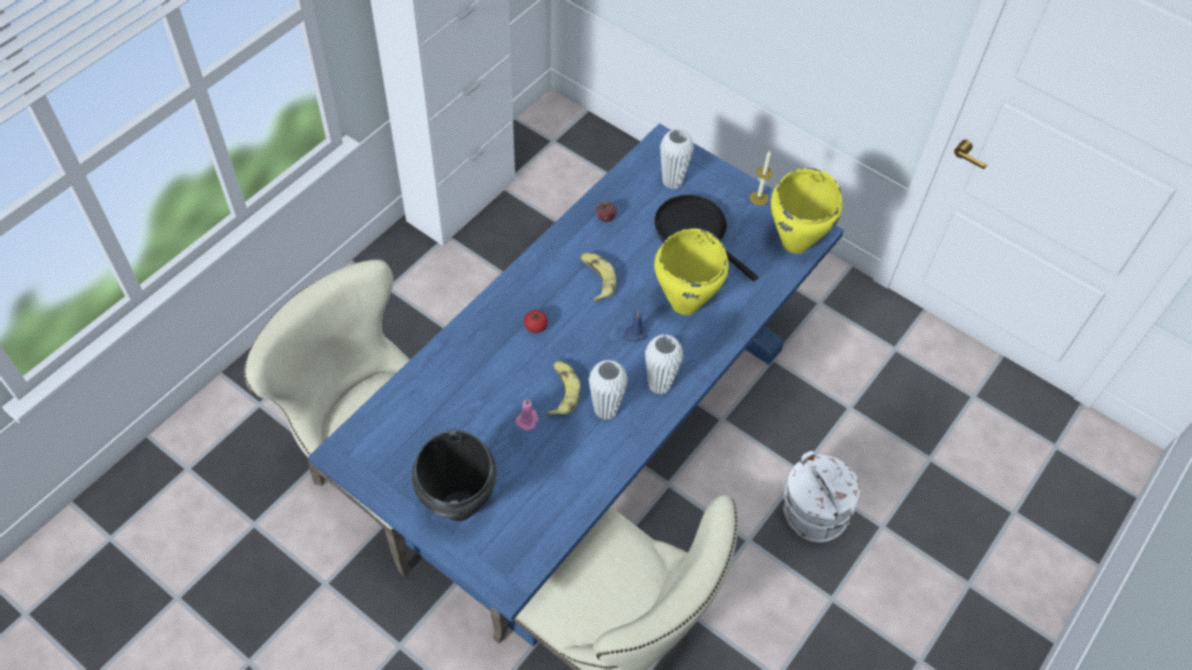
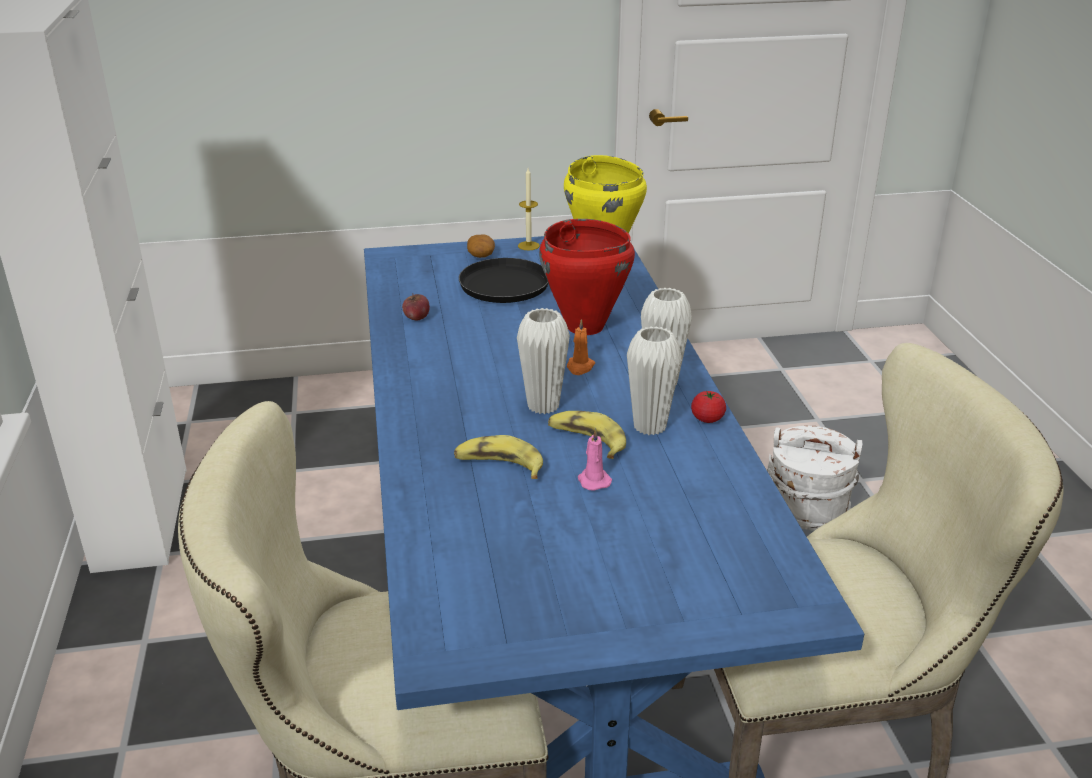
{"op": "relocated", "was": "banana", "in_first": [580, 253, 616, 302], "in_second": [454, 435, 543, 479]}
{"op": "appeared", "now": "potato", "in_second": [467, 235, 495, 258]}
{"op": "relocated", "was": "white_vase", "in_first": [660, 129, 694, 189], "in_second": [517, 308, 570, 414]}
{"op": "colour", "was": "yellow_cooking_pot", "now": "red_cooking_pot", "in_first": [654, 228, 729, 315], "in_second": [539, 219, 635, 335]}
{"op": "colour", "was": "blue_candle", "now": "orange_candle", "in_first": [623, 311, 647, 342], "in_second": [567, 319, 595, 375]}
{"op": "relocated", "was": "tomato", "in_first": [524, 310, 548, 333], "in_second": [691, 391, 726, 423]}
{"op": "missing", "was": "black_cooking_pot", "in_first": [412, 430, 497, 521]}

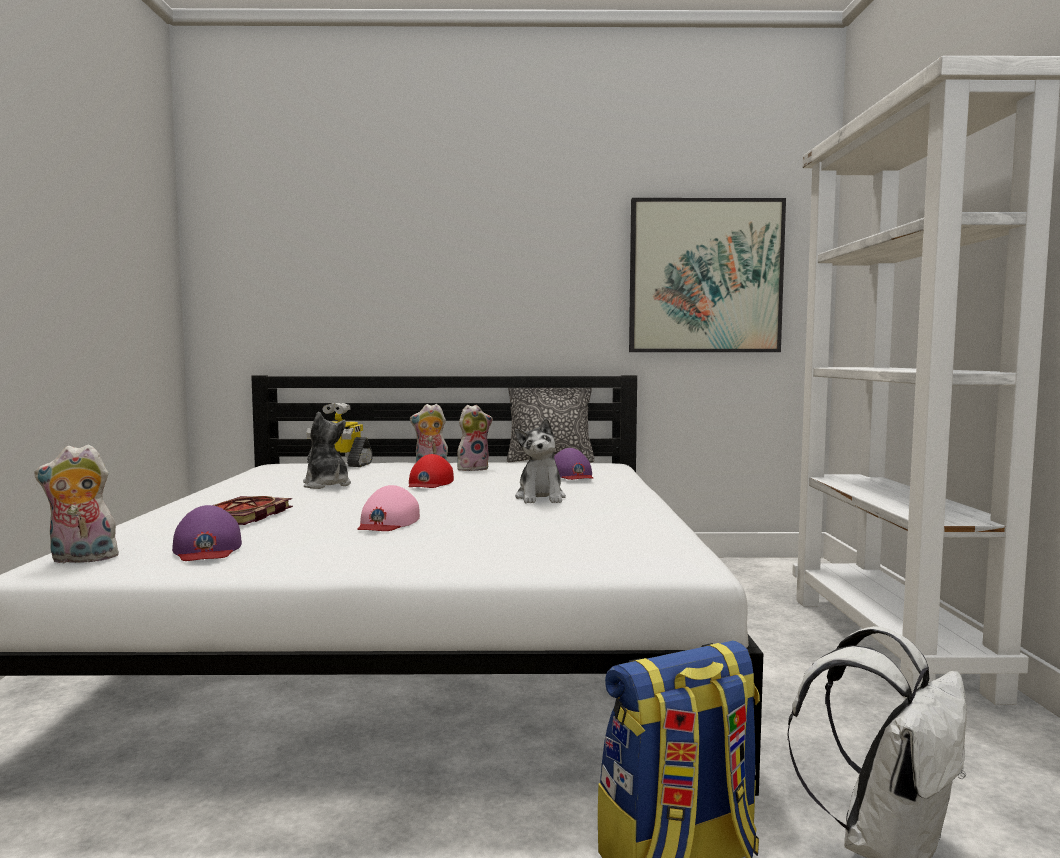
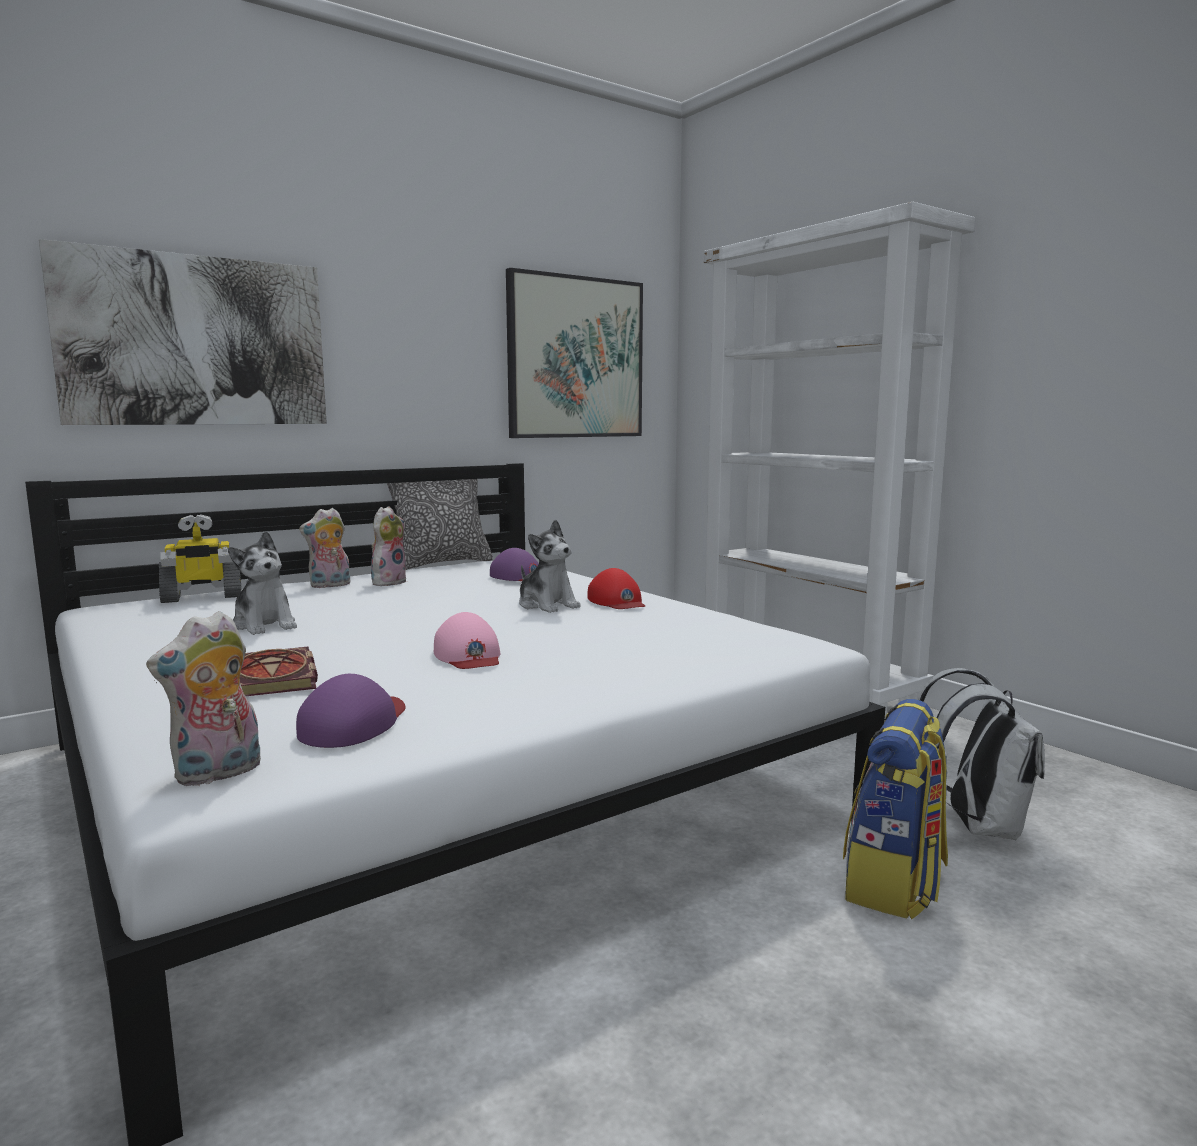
{"op": "appeared", "now": "picture", "in_second": [39, 239, 327, 425]}
{"op": "spun", "was": "plush_toy", "in_first": [303, 412, 351, 489], "in_second": [228, 531, 297, 635], "clockwise": -150}
{"op": "spun", "was": "purple_cap", "in_first": [172, 505, 242, 561], "in_second": [296, 674, 406, 748], "clockwise": -105}
{"op": "relocated", "was": "red_cap", "in_first": [408, 454, 454, 488], "in_second": [588, 568, 645, 609]}

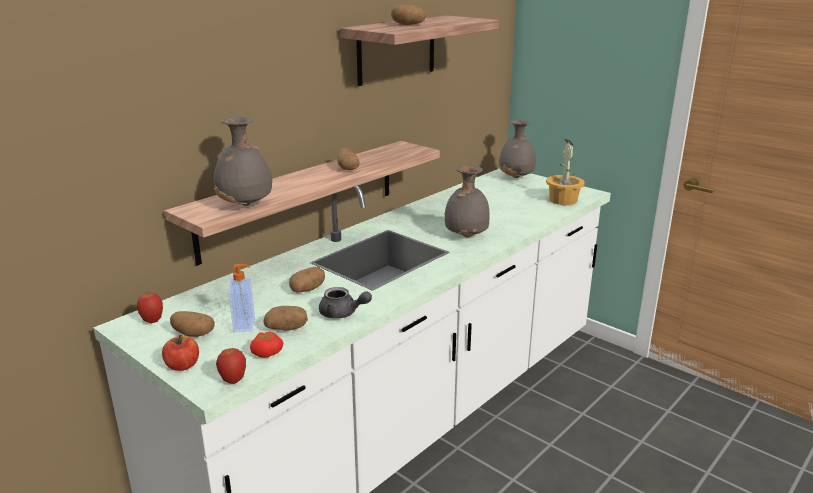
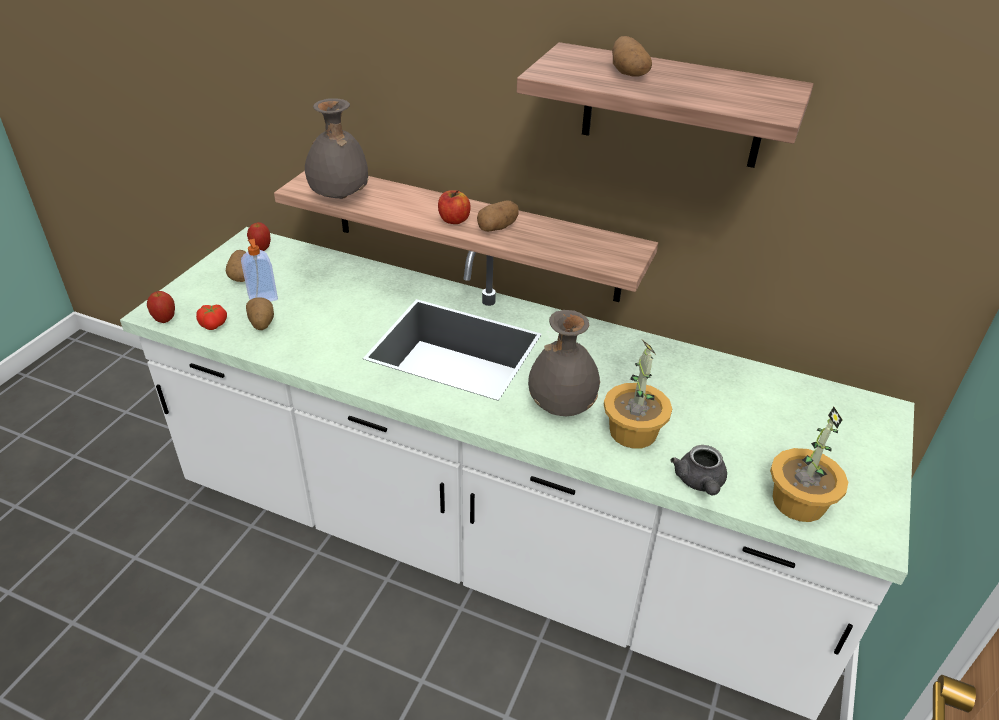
{"op": "relocated", "was": "apple", "in_first": [162, 335, 199, 371], "in_second": [438, 190, 470, 224]}
{"op": "appeared", "now": "potted_plant", "in_second": [604, 340, 672, 449]}
{"op": "relocated", "was": "grey_teapot", "in_first": [319, 287, 372, 319], "in_second": [670, 445, 727, 495]}
{"op": "missing", "was": "potato", "in_first": [289, 267, 325, 293]}
{"op": "missing", "was": "grey_vase", "in_first": [499, 119, 536, 178]}

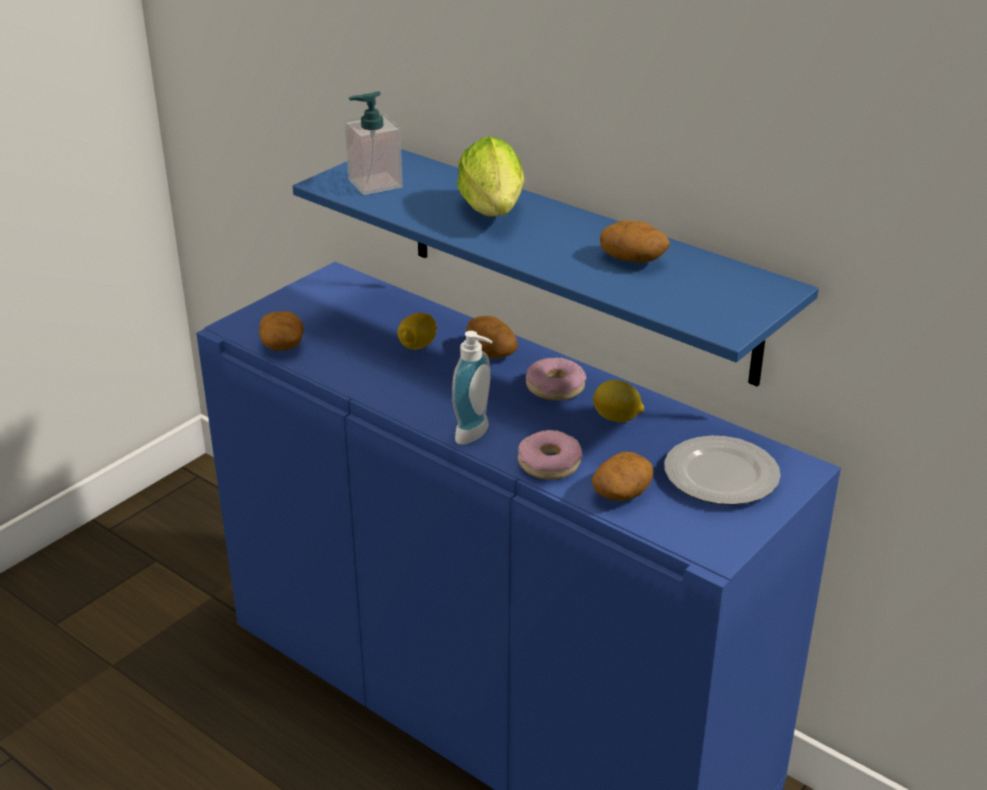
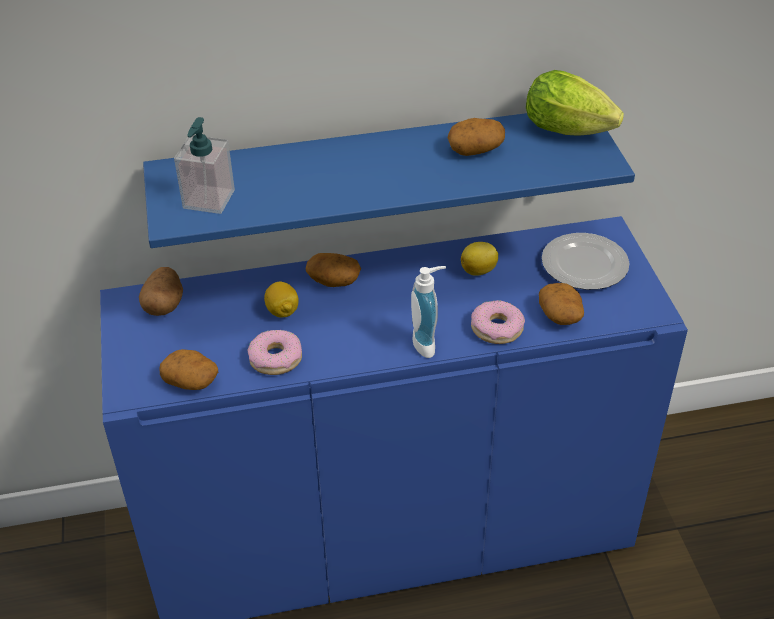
{"op": "appeared", "now": "potato", "in_second": [139, 267, 183, 316]}
{"op": "relocated", "was": "donut", "in_first": [526, 357, 586, 400], "in_second": [248, 330, 302, 375]}
{"op": "relocated", "was": "lettuce", "in_first": [457, 136, 524, 216], "in_second": [526, 70, 624, 136]}

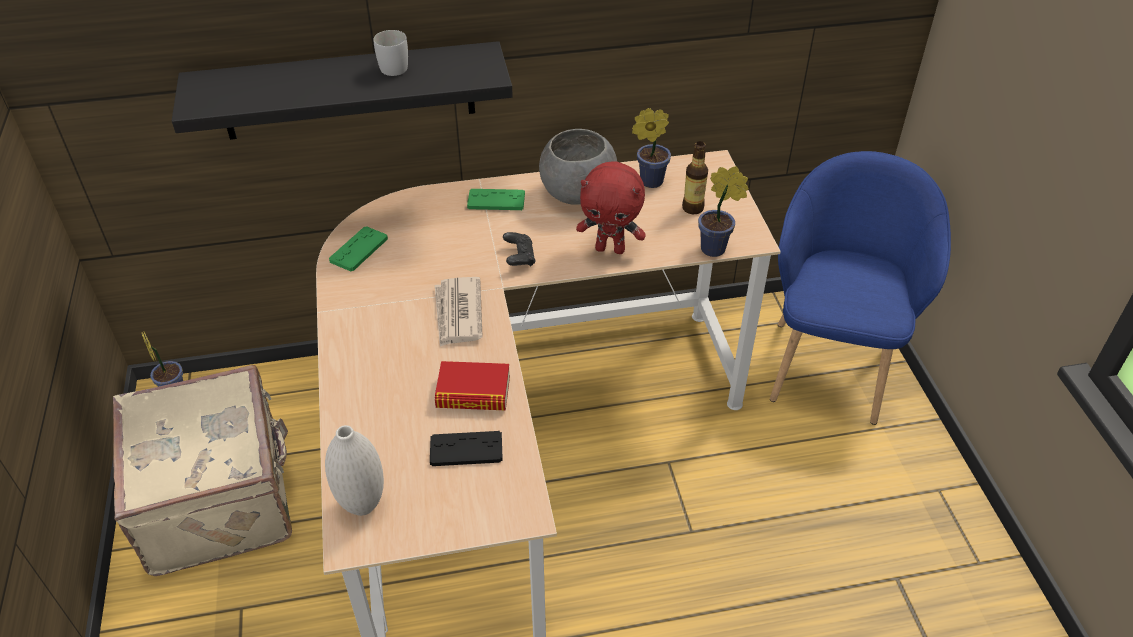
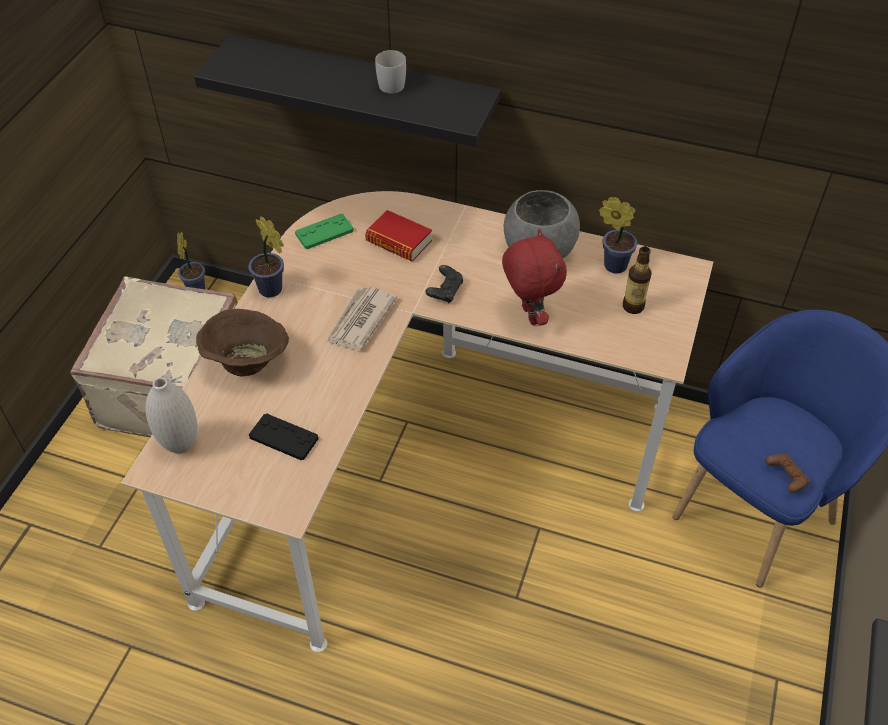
{"op": "appeared", "now": "brown_bowl", "in_second": [196, 309, 289, 376]}
{"op": "relocated", "was": "potted_plant", "in_first": [698, 166, 749, 257], "in_second": [248, 216, 284, 297]}
{"op": "relocated", "was": "book", "in_first": [435, 361, 510, 410], "in_second": [365, 210, 432, 261]}
{"op": "spun", "was": "red_plush_toy", "in_first": [576, 161, 646, 254], "in_second": [502, 229, 567, 326], "clockwise": -150}
{"op": "appeared", "now": "brown_game_controller", "in_second": [765, 454, 809, 493]}
{"op": "missing", "was": "green_game_controller", "in_first": [467, 189, 525, 210]}

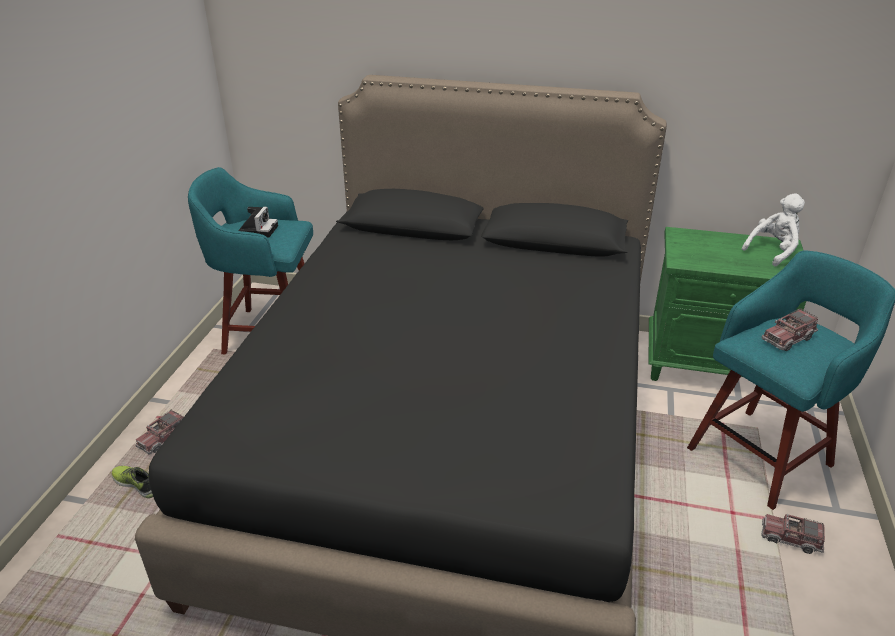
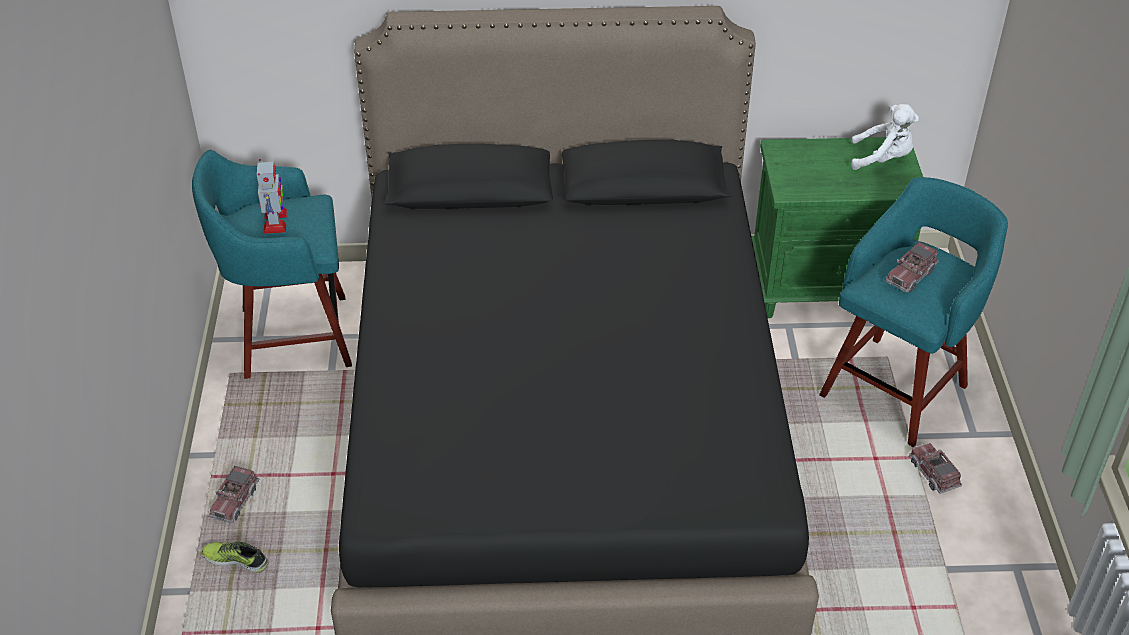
{"op": "exchanged", "was": "photo_camera", "now": "toy_robot", "in_first": [238, 207, 278, 238], "in_second": [257, 159, 287, 234]}
{"op": "spun", "was": "white_plush_toy", "in_first": [742, 193, 805, 266], "in_second": [851, 104, 919, 170], "clockwise": 60}
{"op": "spun", "was": "toy_truck", "in_first": [761, 514, 825, 554], "in_second": [909, 443, 962, 494], "clockwise": 60}

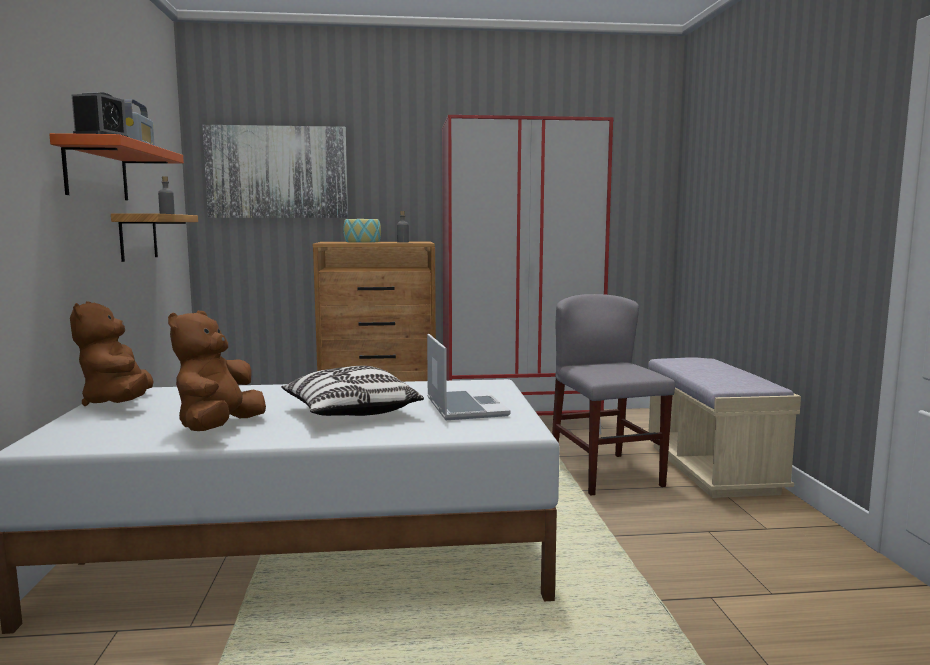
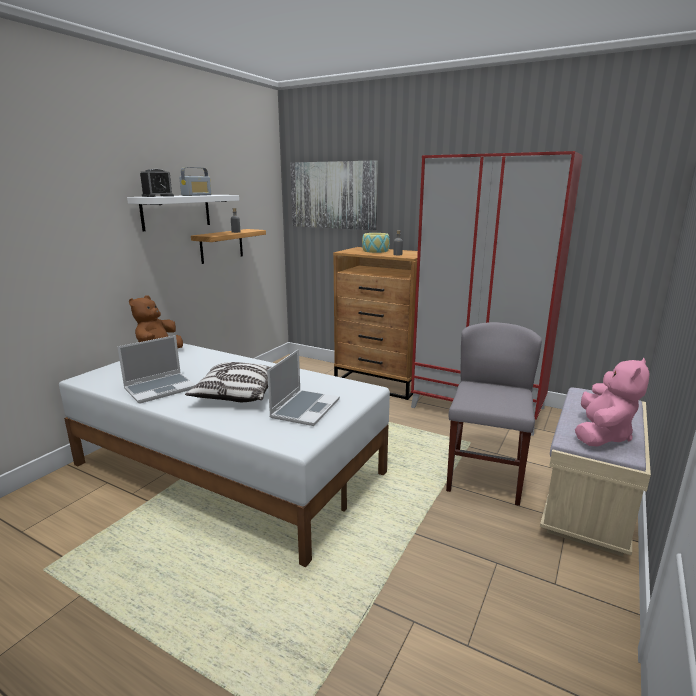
{"op": "exchanged", "was": "brown_plush_toy", "now": "laptop", "in_first": [168, 311, 266, 431], "in_second": [117, 335, 196, 404]}
{"op": "colour", "was": "orange_shelf", "now": "white_shelf", "in_first": [49, 133, 184, 200], "in_second": [127, 195, 239, 231]}
{"op": "appeared", "now": "pink_plush_toy", "in_second": [575, 358, 650, 447]}

